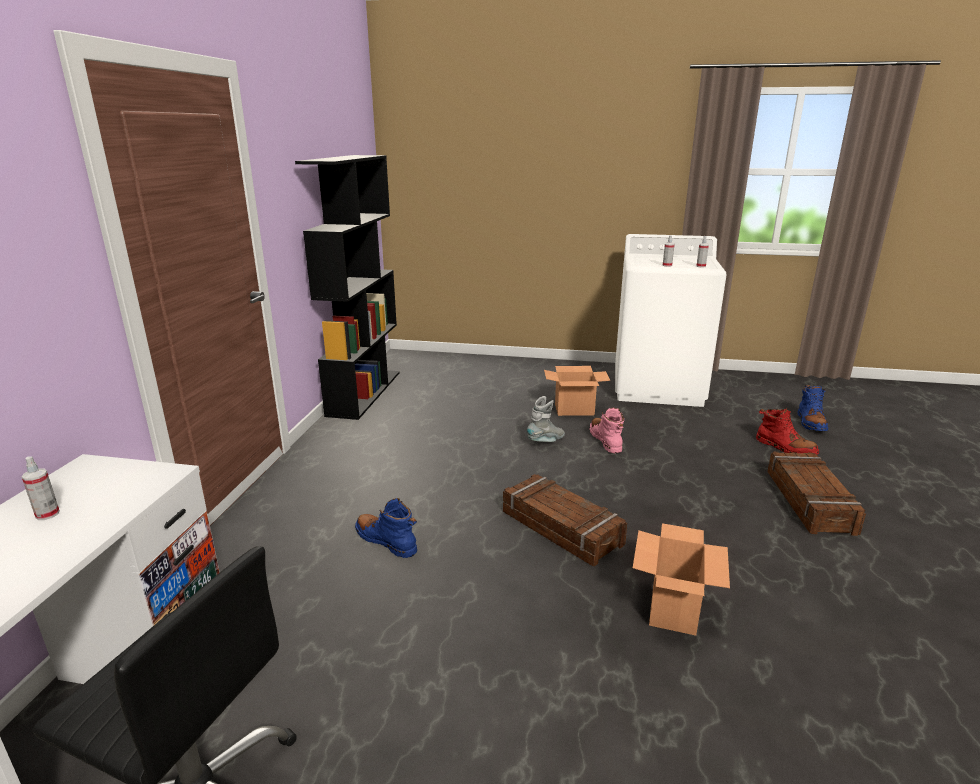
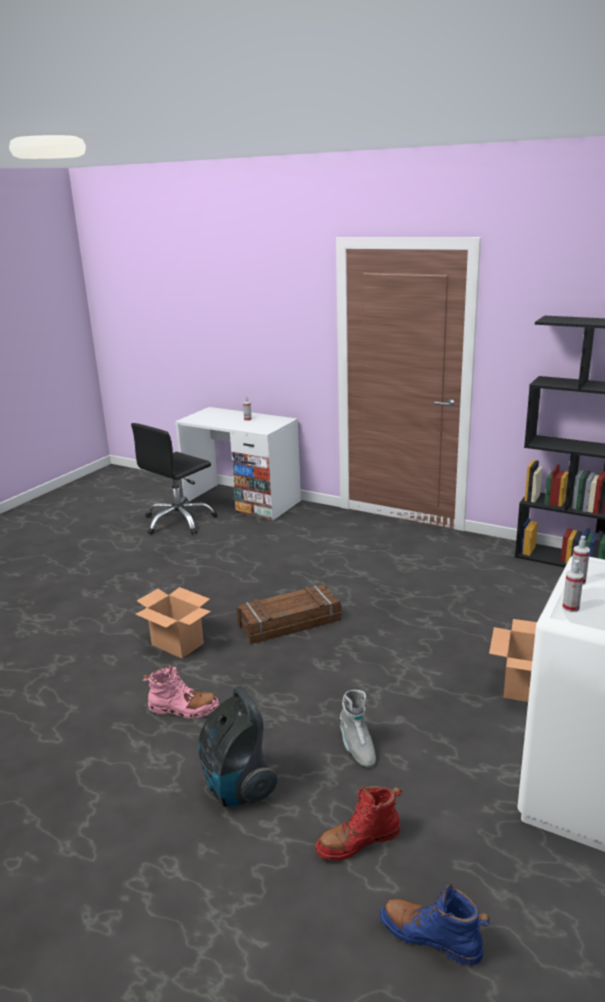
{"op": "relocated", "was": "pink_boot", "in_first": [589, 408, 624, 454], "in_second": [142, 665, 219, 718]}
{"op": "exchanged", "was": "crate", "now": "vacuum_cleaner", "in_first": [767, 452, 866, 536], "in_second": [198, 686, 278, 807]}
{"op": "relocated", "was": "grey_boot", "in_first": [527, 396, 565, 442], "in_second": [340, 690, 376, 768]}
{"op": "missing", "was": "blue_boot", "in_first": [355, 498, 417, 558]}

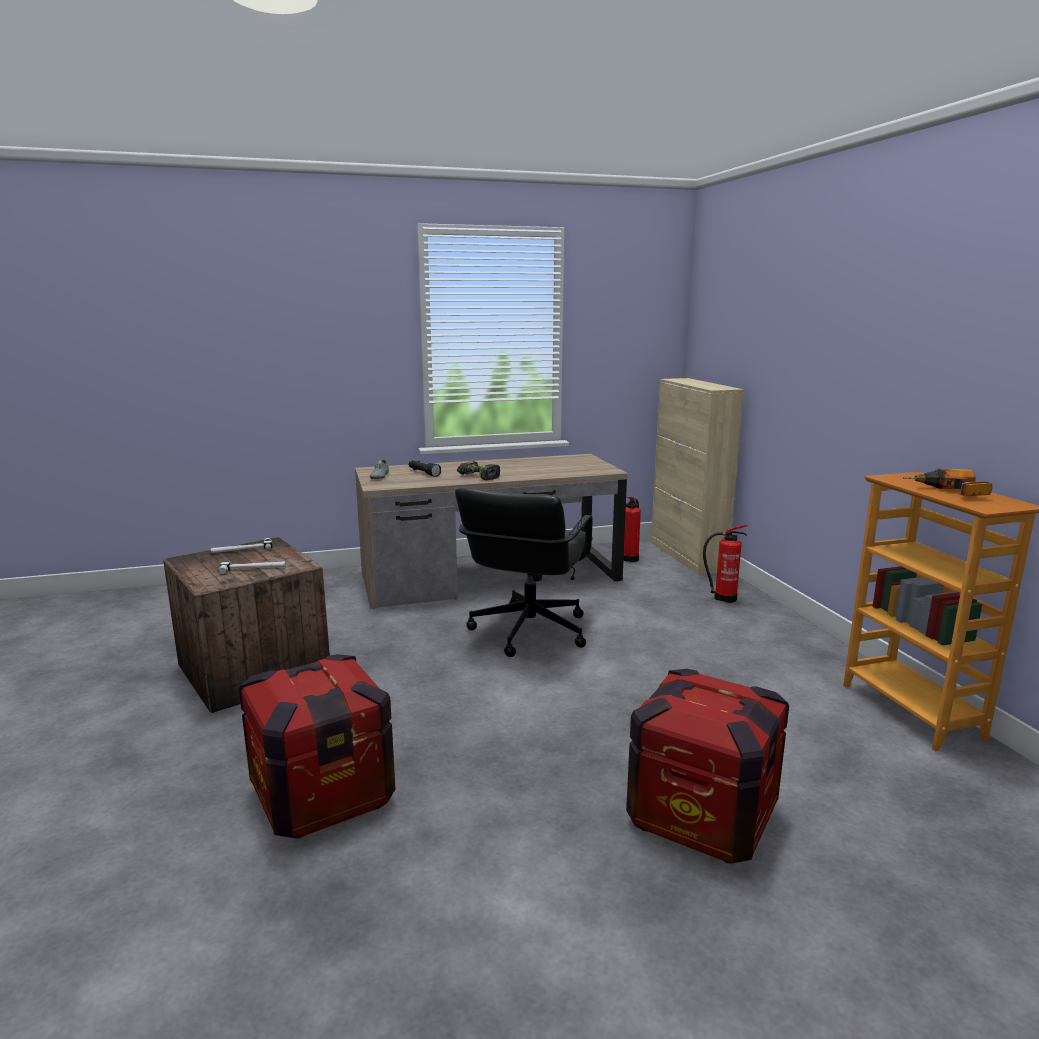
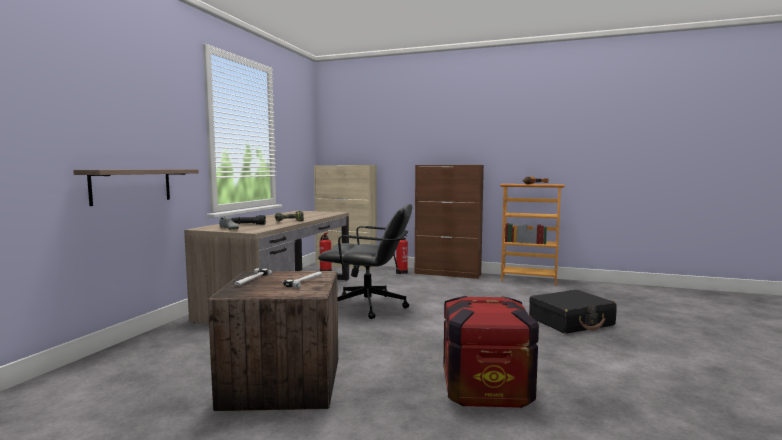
{"op": "appeared", "now": "shelf", "in_second": [73, 169, 199, 206]}
{"op": "spun", "was": "black_office_chair", "in_first": [455, 487, 593, 657], "in_second": [318, 204, 412, 319], "clockwise": -45}
{"op": "appeared", "now": "brown_cabinet", "in_second": [415, 165, 484, 279]}
{"op": "exchanged", "was": "crate", "now": "black_suitcase", "in_first": [626, 669, 789, 864], "in_second": [529, 290, 617, 334]}

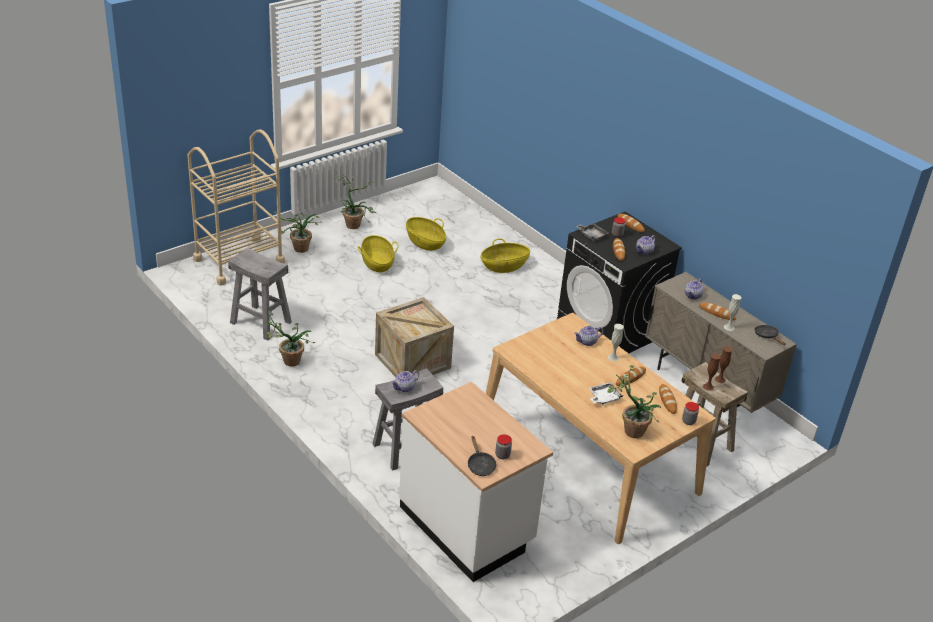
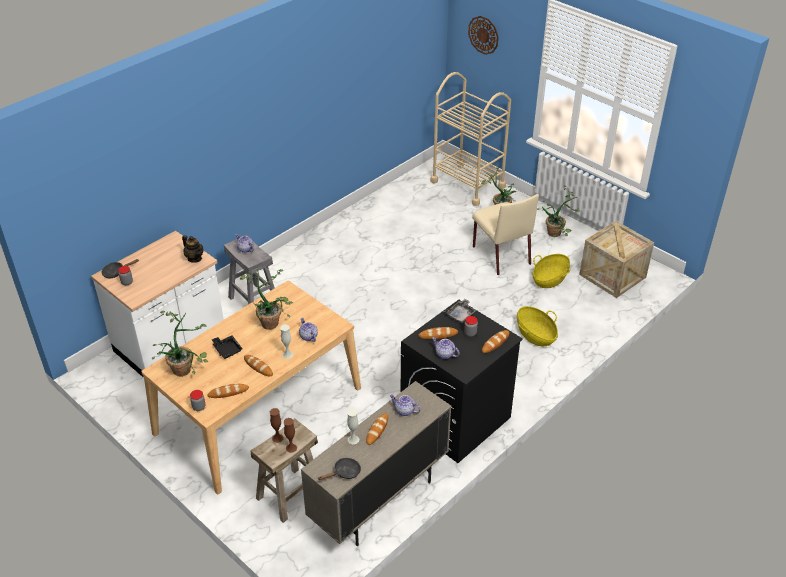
{"op": "appeared", "now": "teapot", "in_second": [182, 235, 203, 263]}
{"op": "colour", "was": "white_tray", "now": "black_tray", "in_first": [589, 382, 623, 405], "in_second": [212, 335, 242, 359]}
{"op": "relocated", "was": "potted_plant", "in_first": [266, 311, 315, 367], "in_second": [240, 269, 293, 330]}
{"op": "appeared", "now": "wall_clock", "in_second": [468, 16, 499, 55]}
{"op": "exchanged", "was": "basket", "now": "beige_chair", "in_first": [357, 235, 398, 272], "in_second": [472, 194, 539, 275]}
{"op": "relocated", "was": "crate", "in_first": [375, 297, 454, 377], "in_second": [579, 221, 654, 298]}
{"op": "missing", "was": "grey_stool", "in_first": [228, 248, 292, 341]}

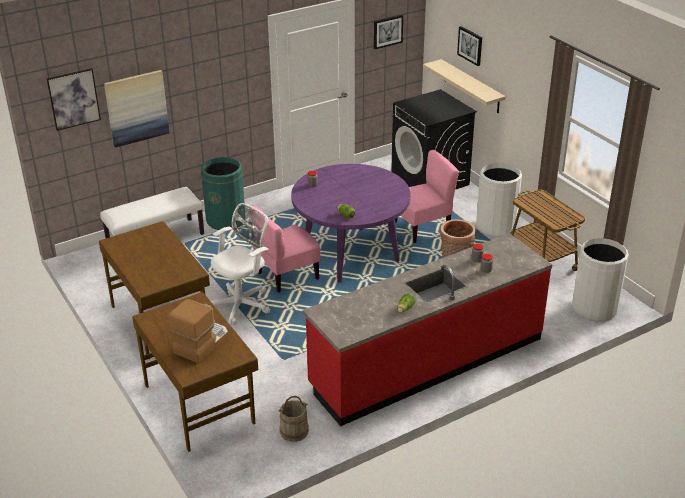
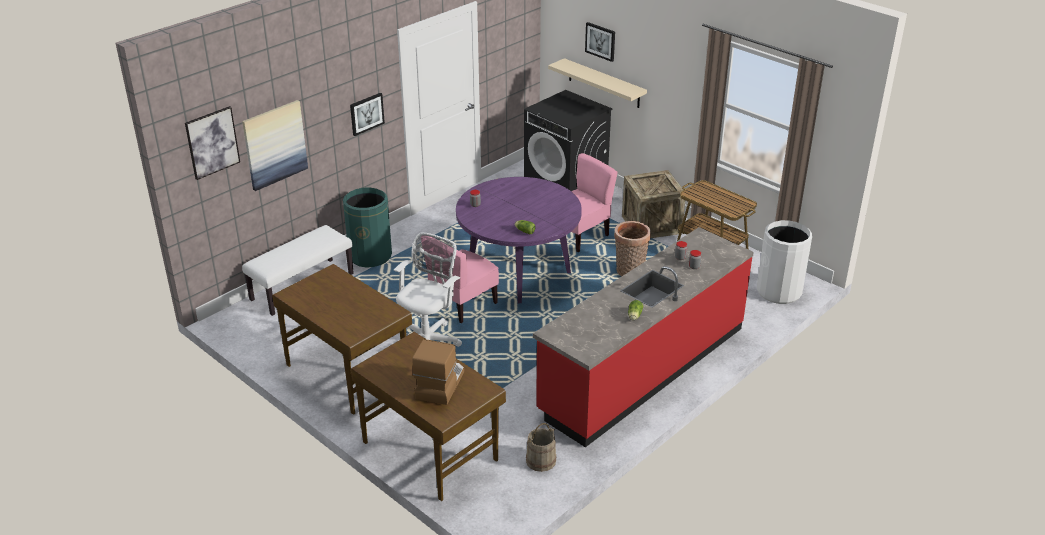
{"op": "relocated", "was": "picture", "in_first": [374, 15, 403, 49], "in_second": [350, 93, 385, 136]}
{"op": "exchanged", "was": "white_trash_can", "now": "crate", "in_first": [476, 163, 522, 237], "in_second": [622, 170, 685, 238]}

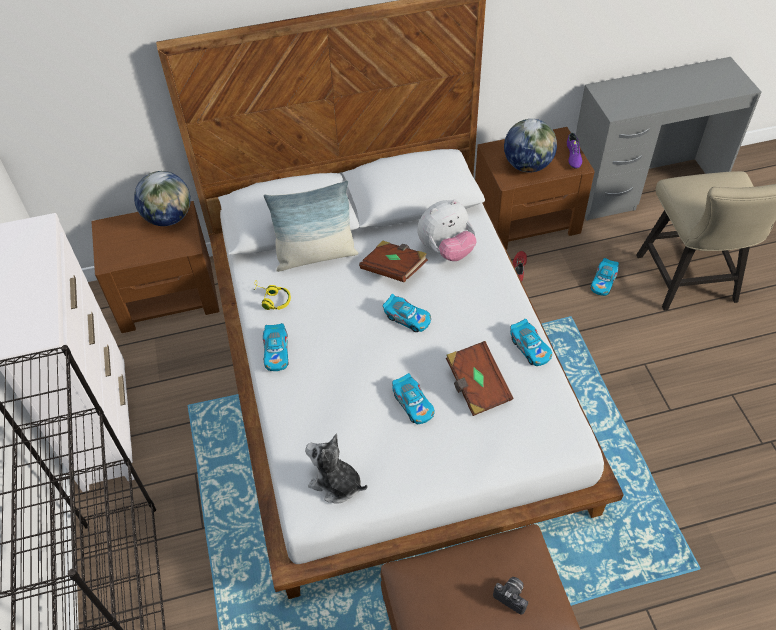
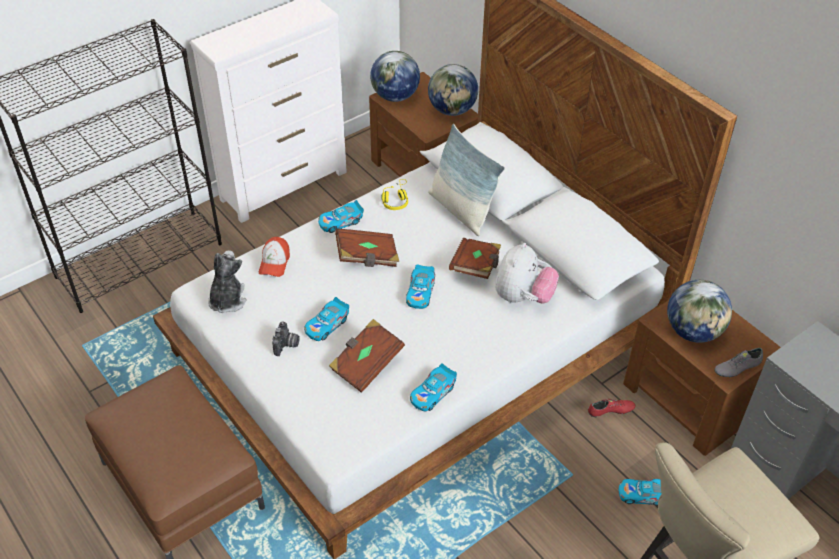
{"op": "appeared", "now": "cap", "in_second": [259, 237, 290, 277]}
{"op": "relocated", "was": "photo_camera", "in_first": [493, 577, 528, 614], "in_second": [272, 321, 300, 356]}
{"op": "appeared", "now": "brown_book", "in_second": [335, 228, 399, 267]}
{"op": "appeared", "now": "globe", "in_second": [370, 51, 420, 102]}
{"op": "spun", "was": "plush_toy", "in_first": [417, 199, 476, 261], "in_second": [495, 243, 559, 304], "clockwise": -105}
{"op": "colour", "was": "purple_shoe", "now": "grey_shoe", "in_first": [567, 133, 582, 169], "in_second": [715, 348, 763, 377]}

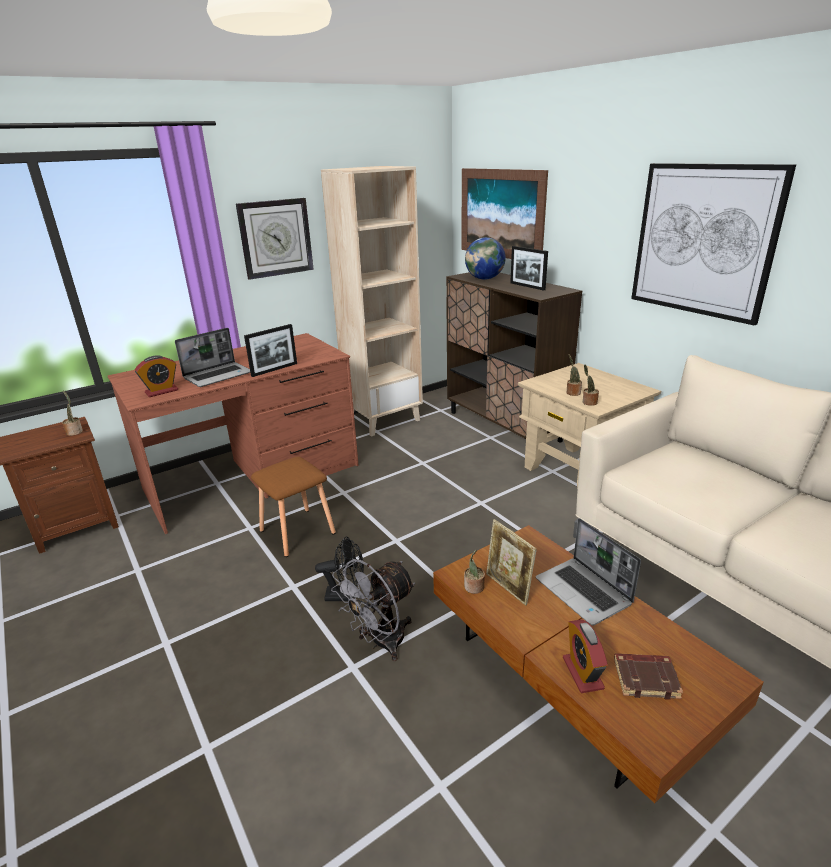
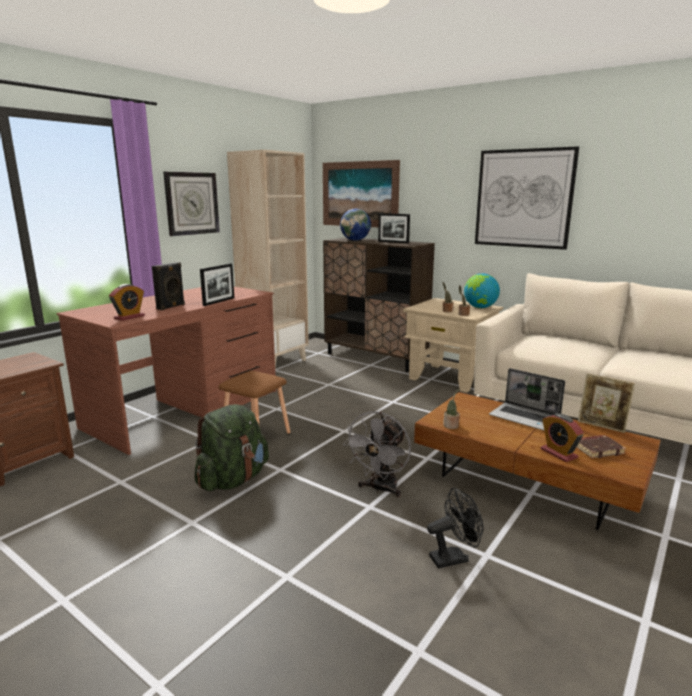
{"op": "exchanged", "was": "laptop", "now": "black_speaker", "in_first": [175, 328, 250, 387], "in_second": [152, 262, 185, 310]}
{"op": "appeared", "now": "green_backpack", "in_second": [194, 404, 269, 491]}
{"op": "relocated", "was": "black_fan", "in_first": [315, 537, 364, 601], "in_second": [427, 488, 484, 568]}
{"op": "appeared", "now": "globe", "in_second": [464, 273, 500, 308]}
{"op": "relocated", "was": "picture_frame", "in_first": [486, 519, 537, 606], "in_second": [578, 373, 635, 433]}
{"op": "missing", "was": "potted_plant", "in_first": [62, 390, 83, 436]}

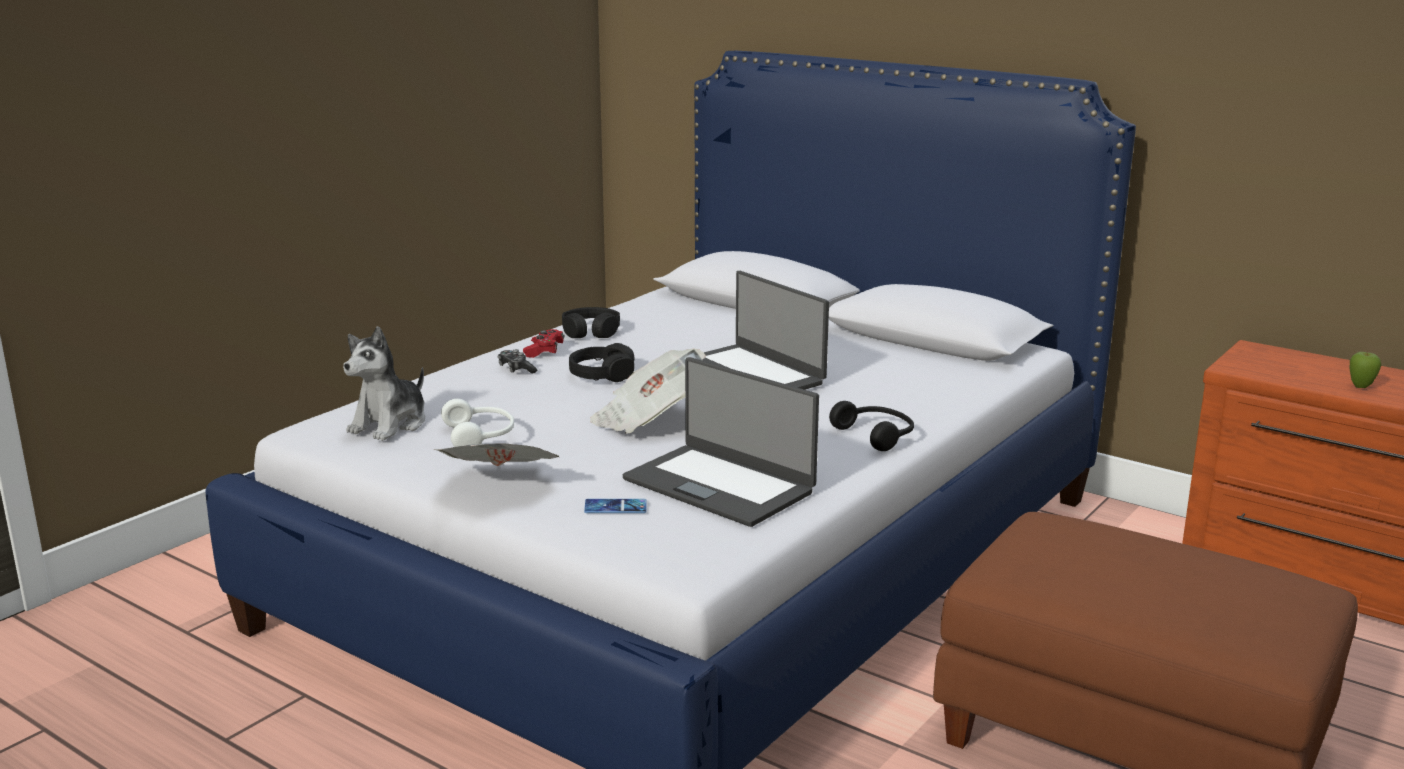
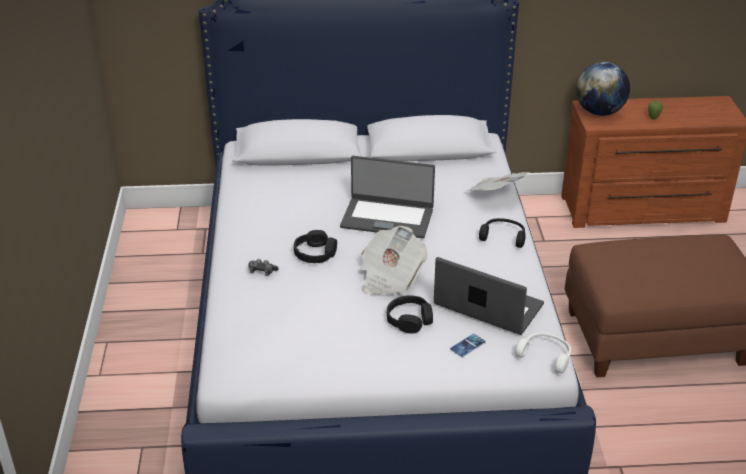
{"op": "relocated", "was": "black_headphones", "in_first": [562, 307, 620, 338], "in_second": [387, 295, 433, 334]}
{"op": "spun", "was": "laptop", "in_first": [623, 357, 819, 527], "in_second": [434, 257, 544, 335], "clockwise": -150}
{"op": "relocated", "was": "newspaper", "in_first": [432, 444, 559, 466], "in_second": [467, 172, 530, 191]}
{"op": "relocated", "was": "white_headphones", "in_first": [441, 399, 514, 447], "in_second": [515, 332, 571, 373]}
{"op": "appeared", "now": "globe", "in_second": [576, 62, 630, 116]}
{"op": "missing", "was": "plush_toy", "in_first": [343, 326, 425, 441]}
{"op": "missing", "was": "red_game_controller", "in_first": [523, 329, 565, 358]}

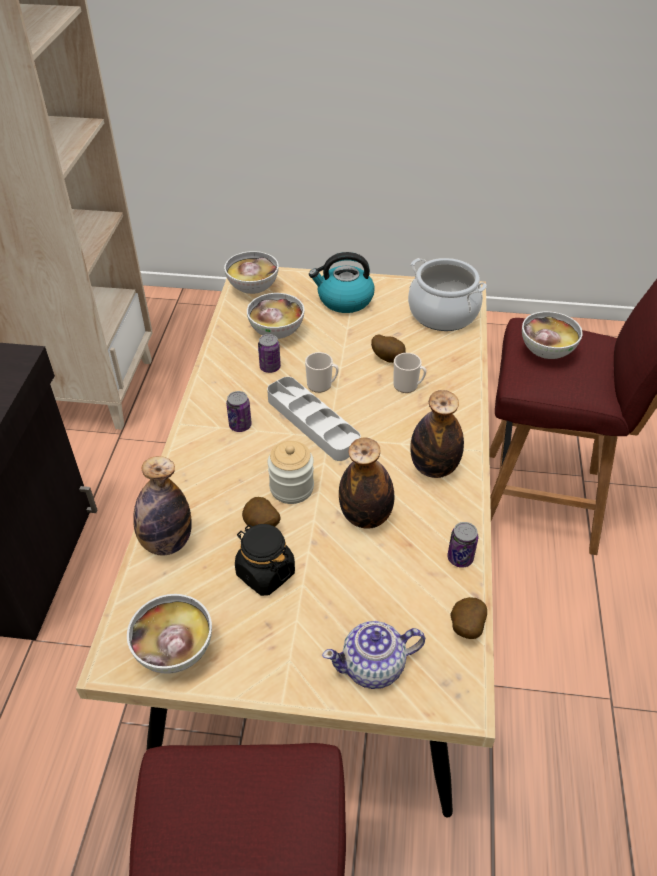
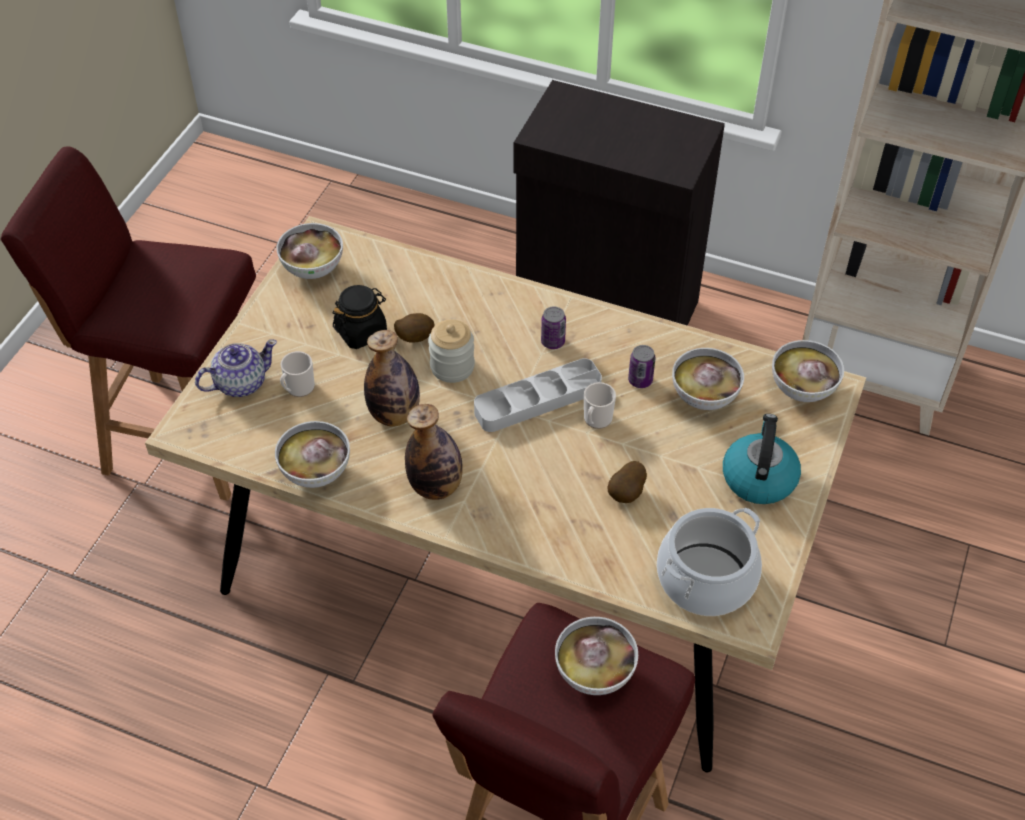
{"op": "spun", "was": "teapot", "in_first": [322, 621, 425, 689], "in_second": [195, 339, 277, 397], "clockwise": 60}
{"op": "exchanged", "was": "can", "now": "bowl", "in_first": [447, 522, 478, 568], "in_second": [275, 421, 350, 488]}
{"op": "relocated", "was": "mug", "in_first": [393, 353, 426, 393], "in_second": [280, 351, 315, 397]}
{"op": "missing", "was": "bottle", "in_first": [133, 456, 192, 556]}
{"op": "missing", "was": "potato", "in_first": [450, 597, 487, 639]}

